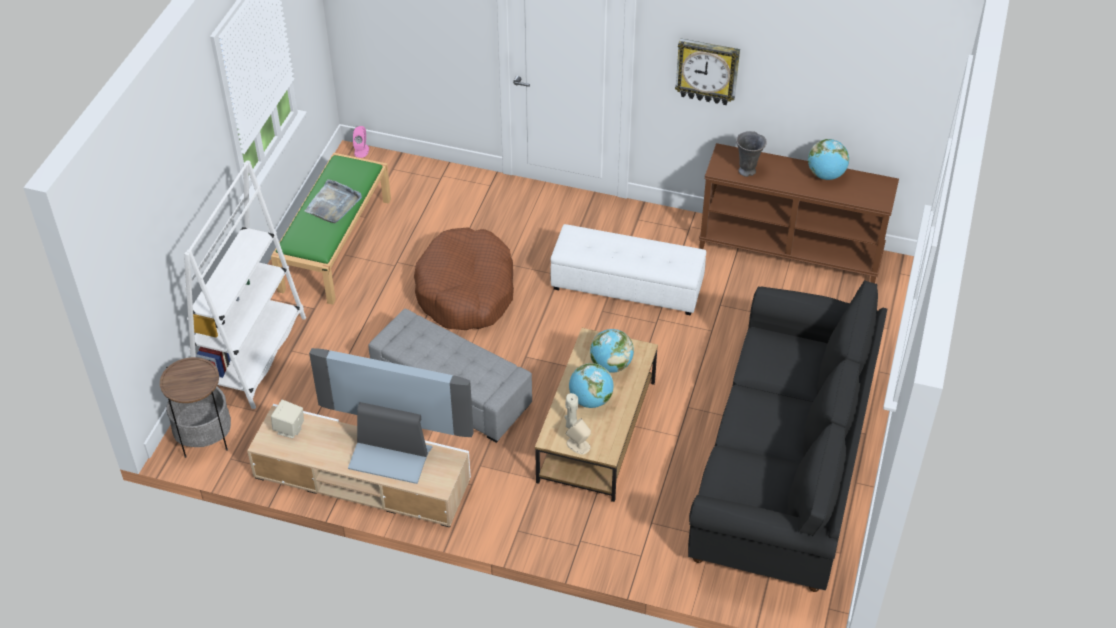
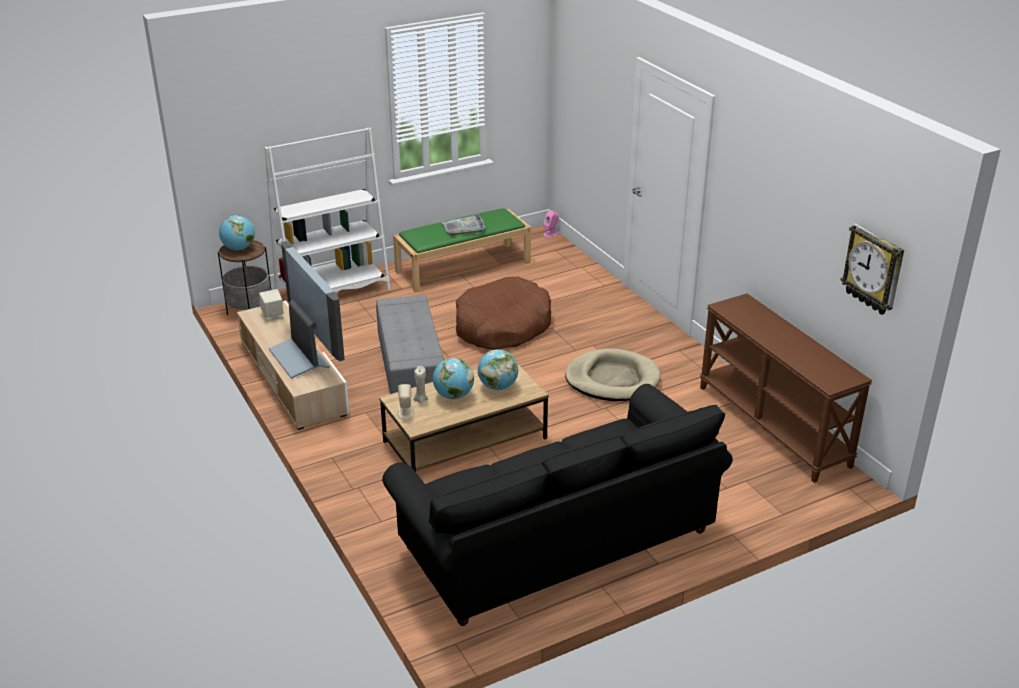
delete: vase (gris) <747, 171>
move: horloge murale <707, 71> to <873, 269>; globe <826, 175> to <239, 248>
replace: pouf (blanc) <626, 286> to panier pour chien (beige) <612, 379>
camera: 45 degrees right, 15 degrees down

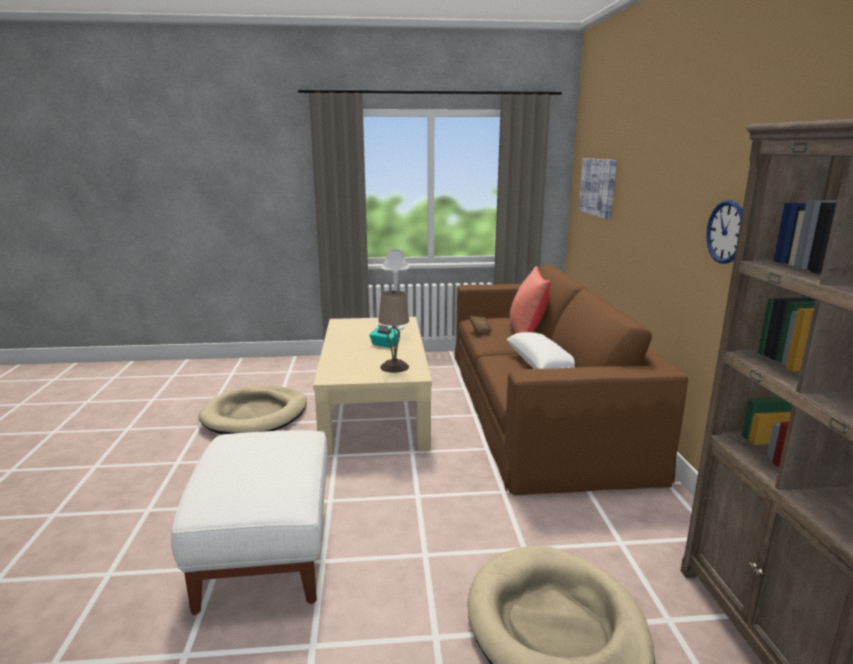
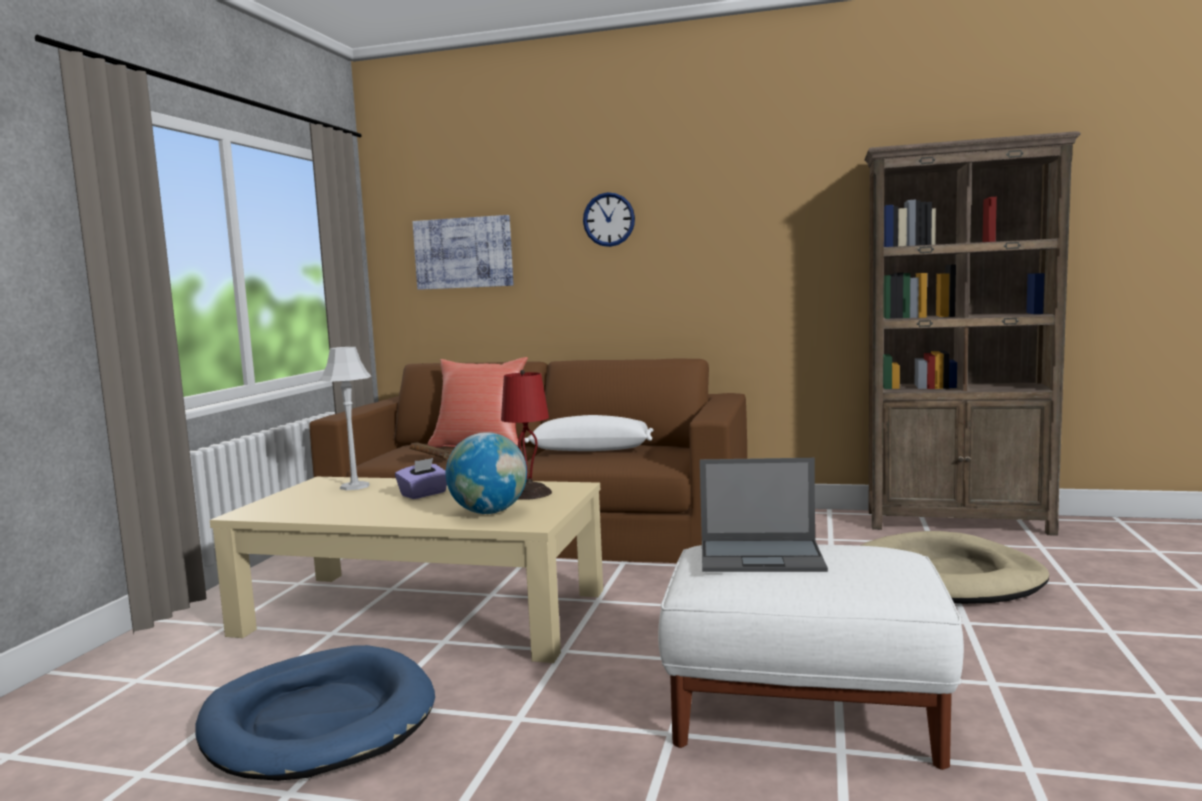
insert: globe <489, 512>; ordinateur portable <762, 556>
move: horloge murale <726, 232> to <609, 219>
recolor: panier pour chien (beige) <255, 415> to panier pour chien (bleu) <319, 720>; boîte à mouchoirs (turquoise) <384, 344> to boîte à mouchoirs (violet) <424, 494>; lampe de table (beige) <393, 367> to lampe de table (rouge) <528, 493>
camera: 70 degrees left, 10 degrees down

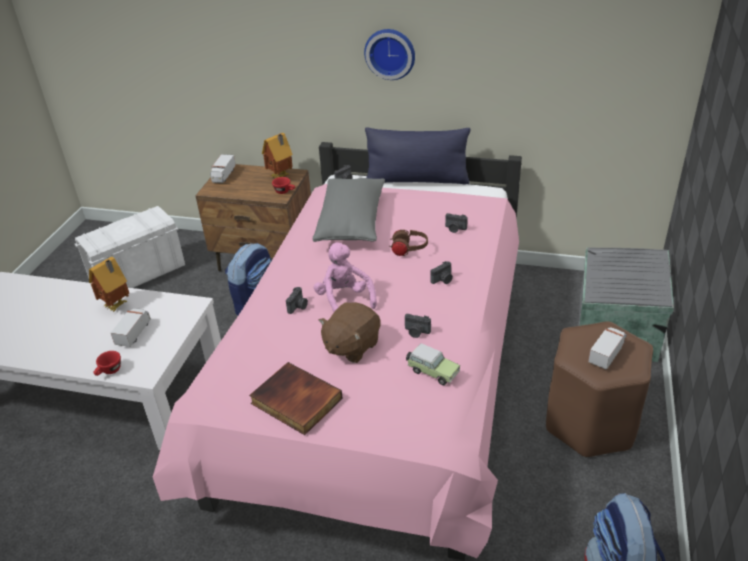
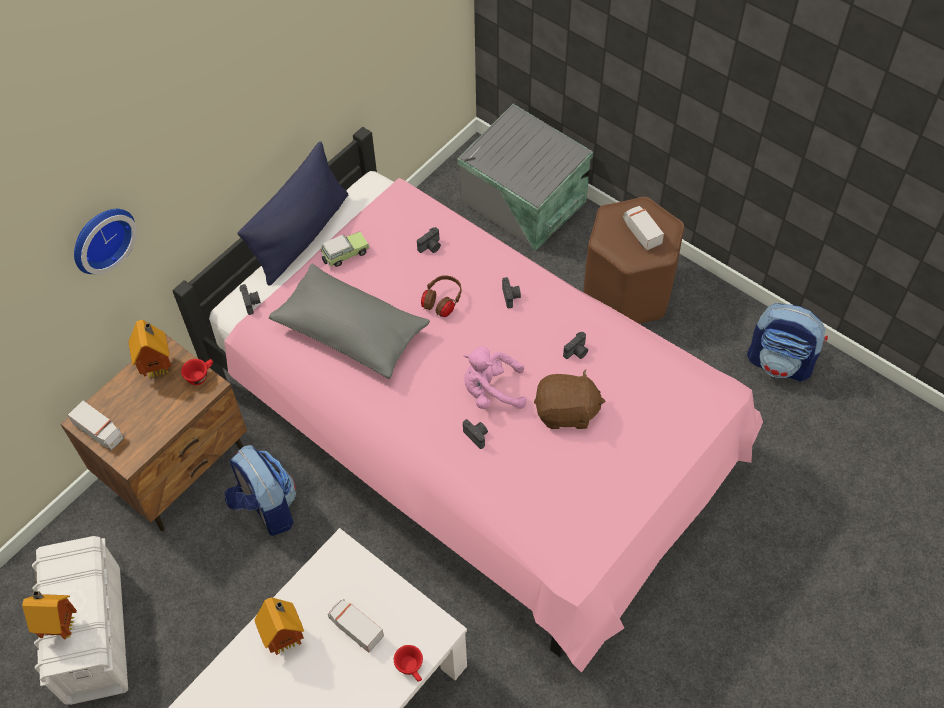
delete: livre <295, 401>
insert: maison miniature <62, 626>
move: horloge murale <390, 53> to <100, 238>; petite voiture <432, 371> to <344, 255>
rotate: peluche (marron) <351, 346> = <566, 412> 60 degrees counterclockwise
camera: 65 degrees left, 20 degrees up

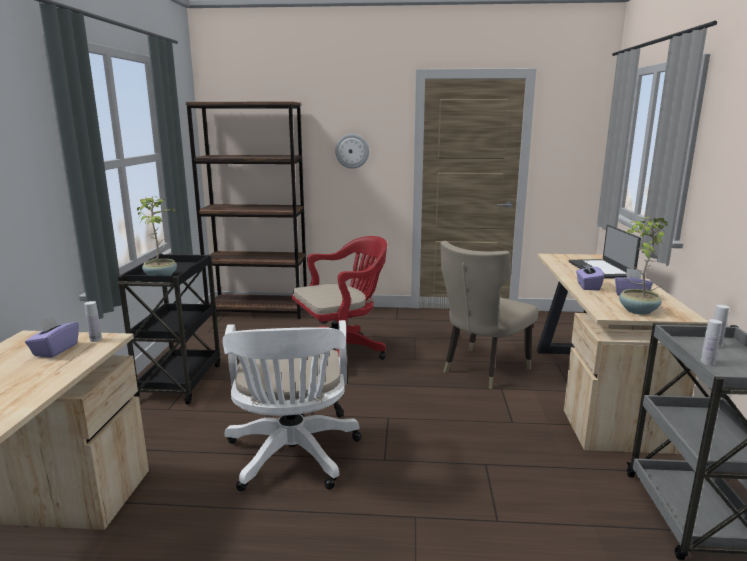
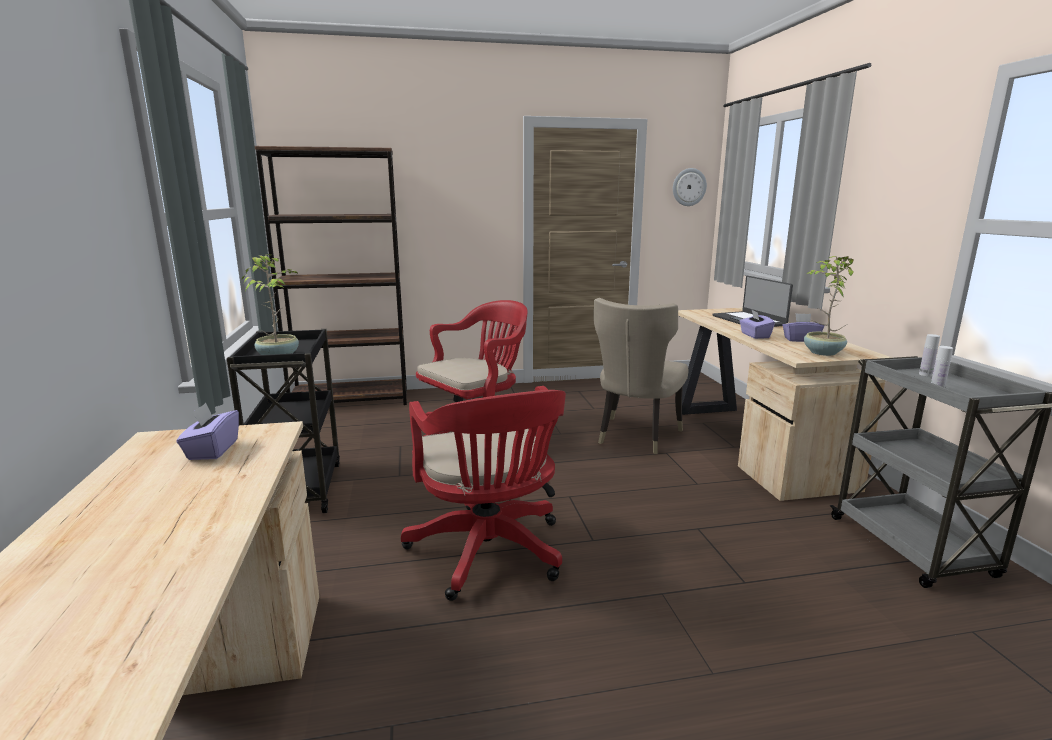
delete: bouteille (blanc) <96, 339>
move: horloge murale <352, 151> to <689, 187>
recolor: chaise de bureau (blanc) <292, 458> to chaise de bureau (rouge) <490, 554>
camera: 15 degrees left, 0 degrees up

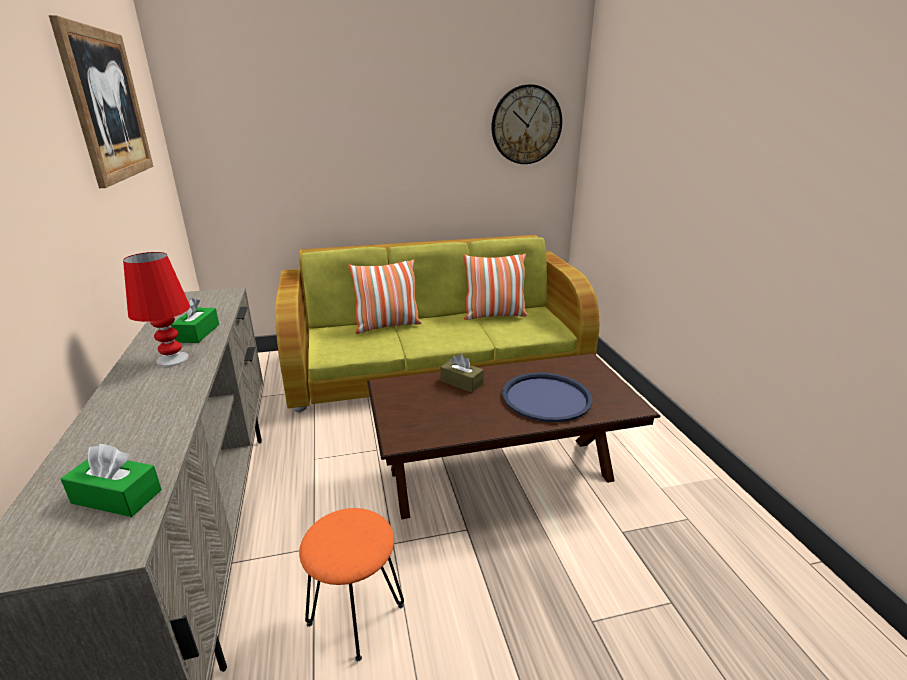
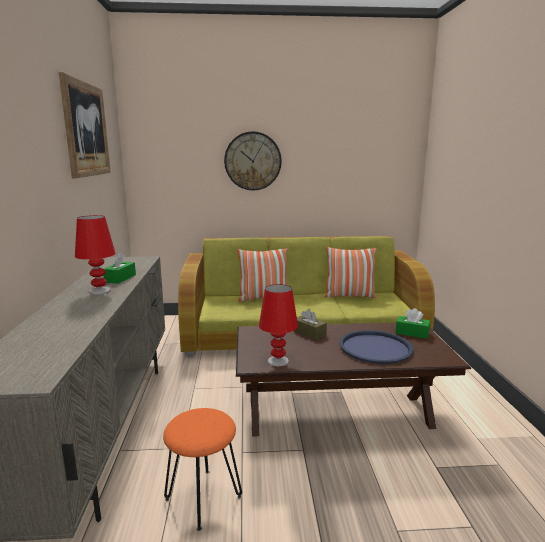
insert: lampe de table (rouge) <277, 361>
move: boîte à mouchoirs (vert) <117, 496> to <412, 333>; horloge murale <526, 125> to <252, 161>
camera: 10 degrees right, 10 degrees down

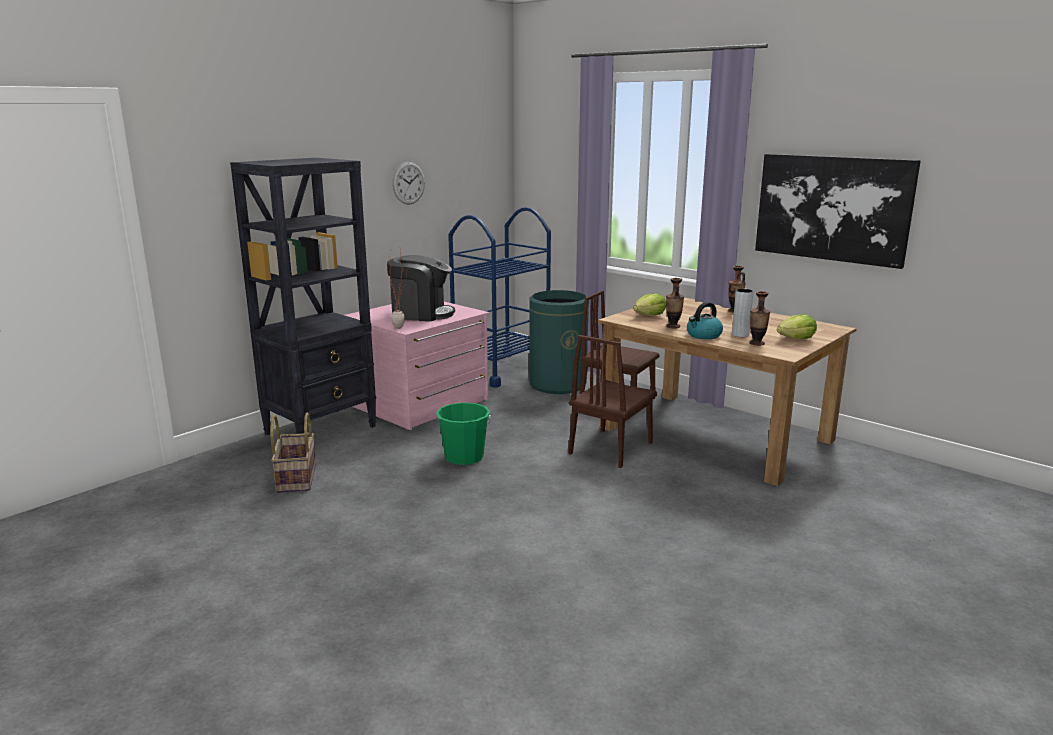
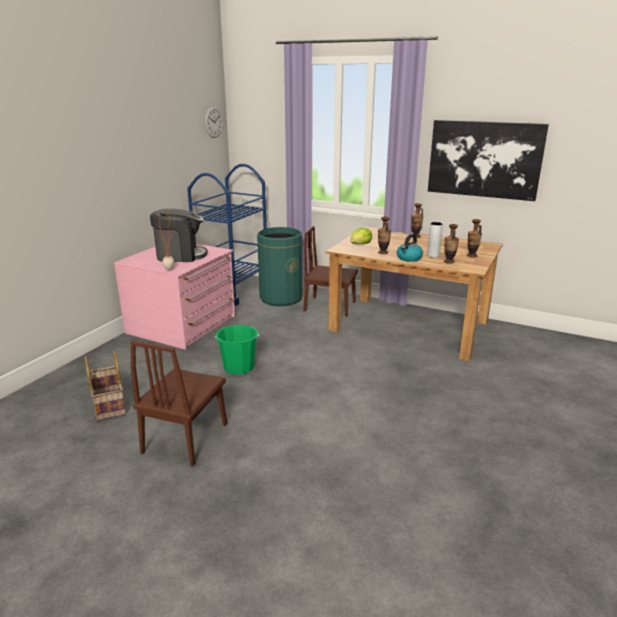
delete: bibliothèque (noir) <322, 430>
move: horloge murale <408, 183> to <213, 122>; chaise (marron) <611, 448> to <185, 438>
replace: laitue <796, 339> to vase <471, 256>
camera: 15 degrees left, 5 degrees up

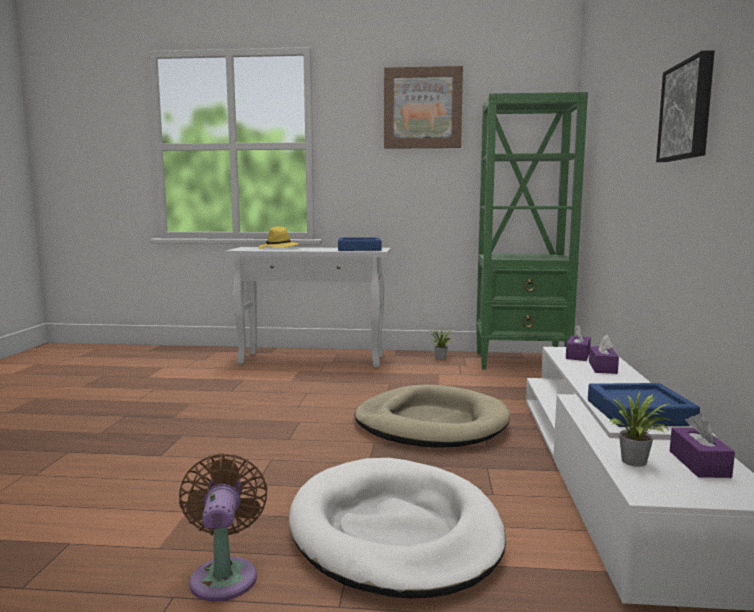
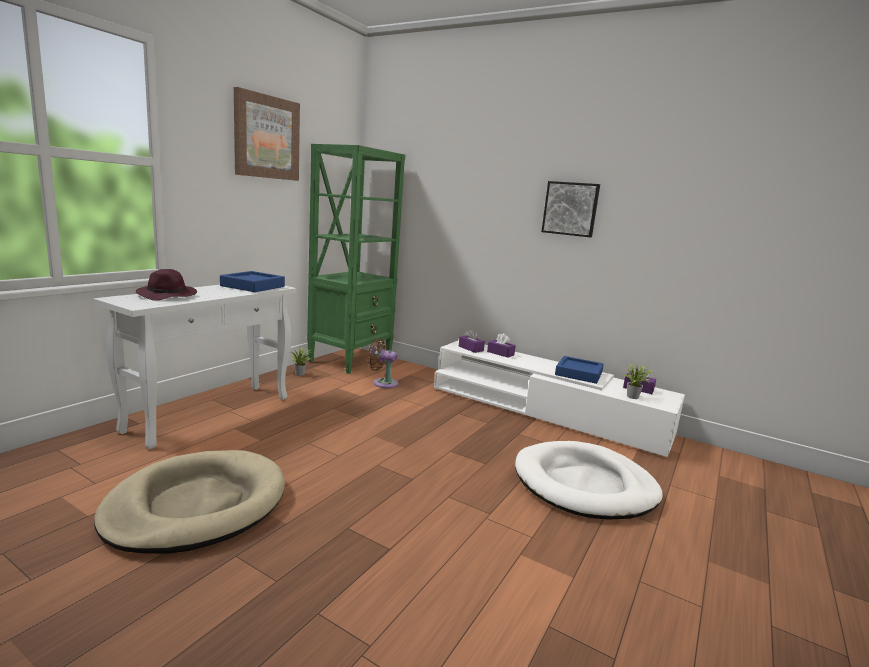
move: ventilateur (marron) <224, 575> to <383, 383>; panier pour chien (beige) <431, 423> to <196, 505>
recolor: chapeau (jaune) <279, 248> to chapeau (violet) <168, 295>
camera: 65 degrees left, 5 degrees up

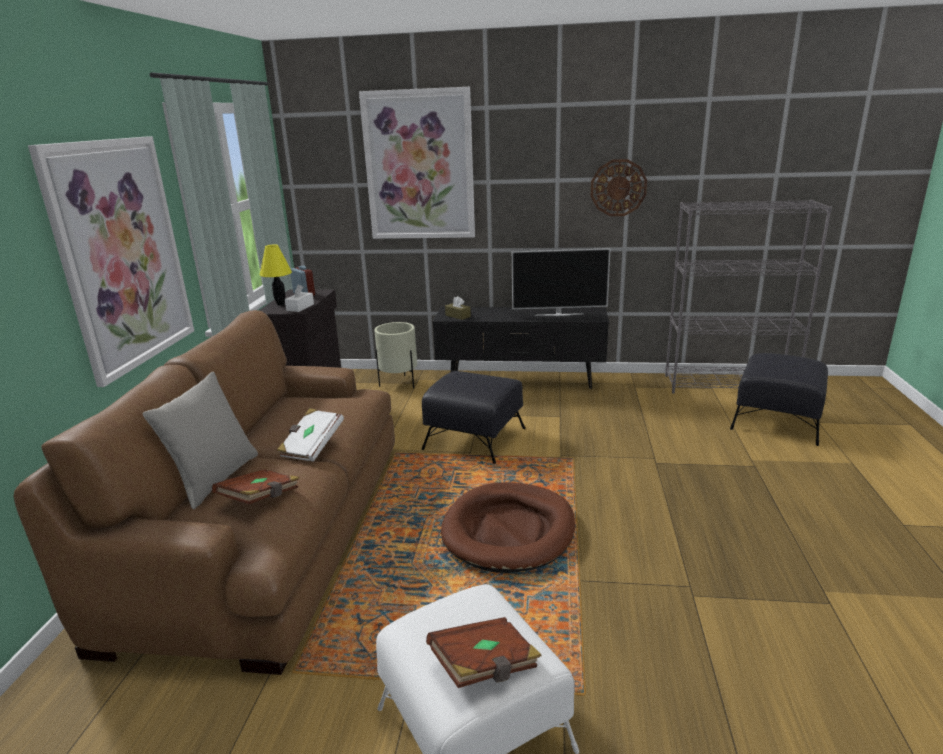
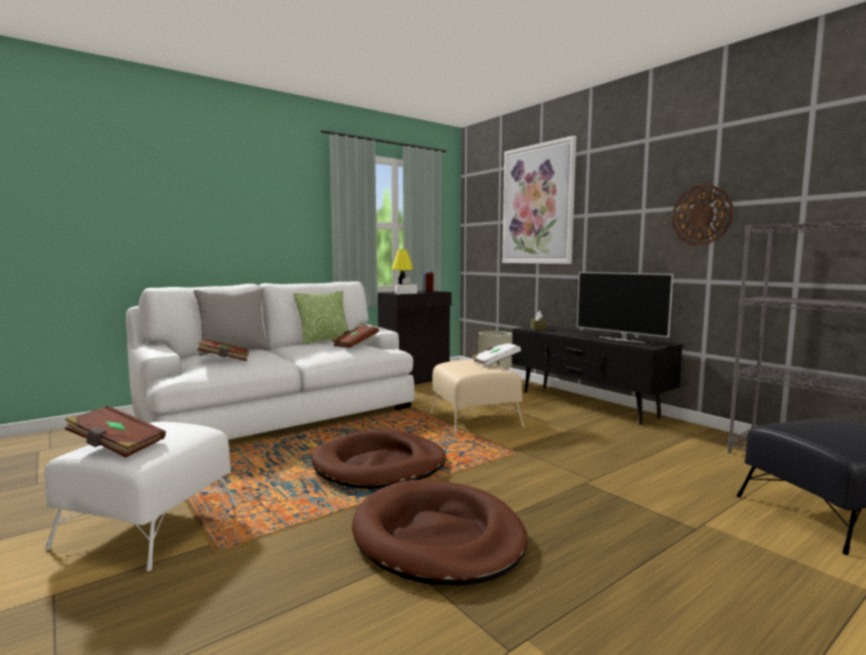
delete: tableau <122, 255>
insert: coussin <324, 341>; livre (marron) <355, 345>; panier pour chien (marron) <438, 537>
move: livre (blanc) <312, 446> to <495, 363>
recolor: canapé (marron) <270, 531> to canapé (blanc) <281, 414>; pouf (noir) <474, 438> to pouf (beige) <475, 419>
camera: 45 degrees right, 15 degrees down

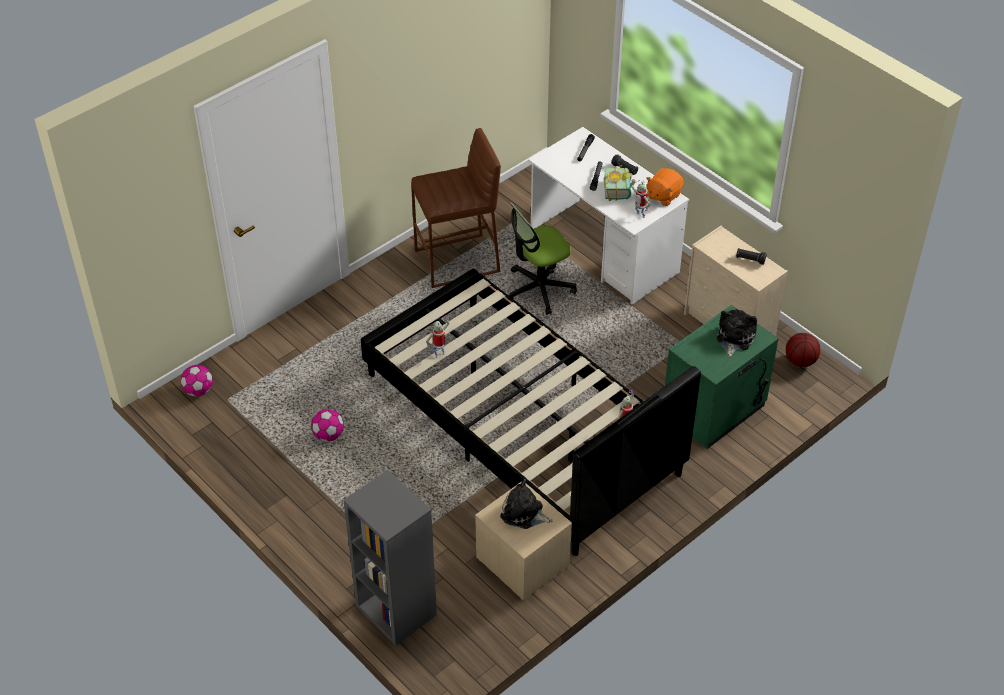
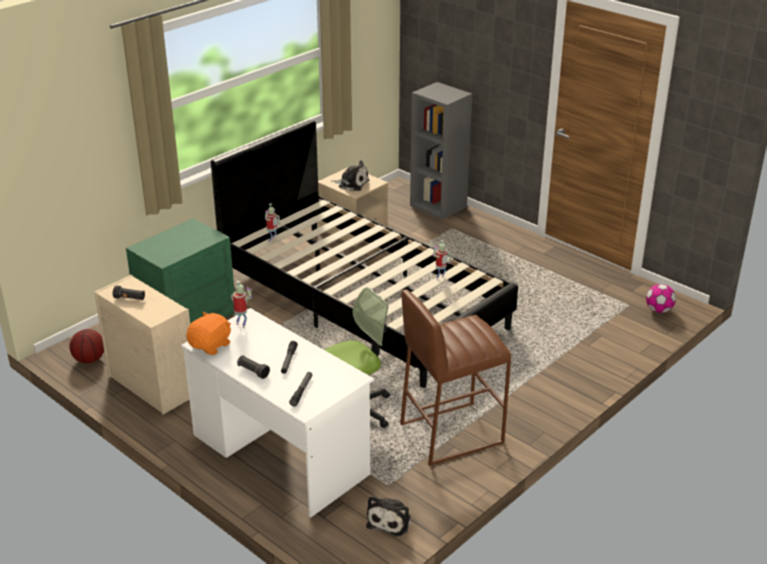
delete: ballon de foot <328, 435>; livre <621, 190>
move: peluche <734, 338> to <390, 520>
camera: 175 degrees right, 15 degrees down

